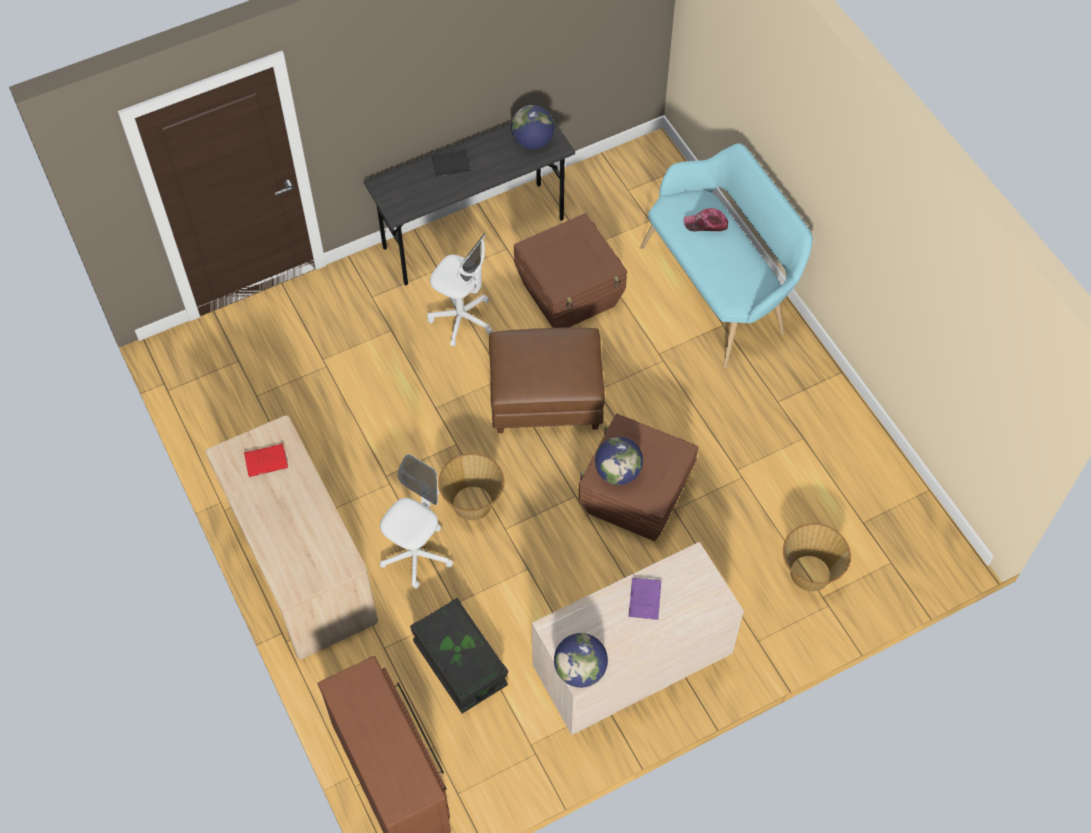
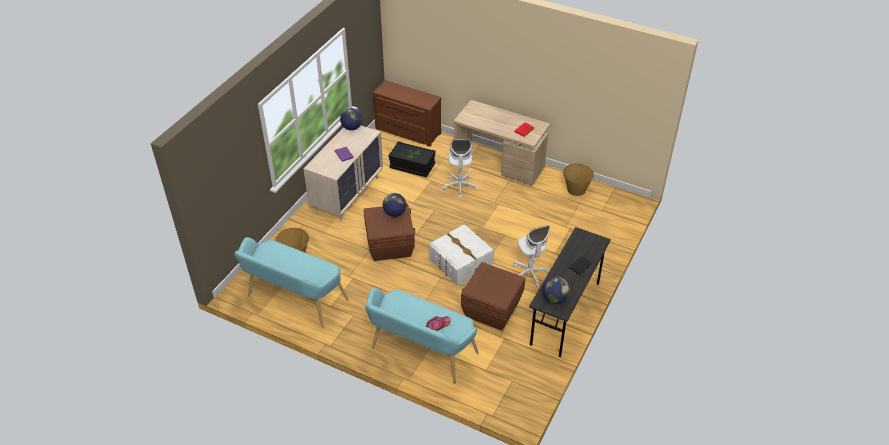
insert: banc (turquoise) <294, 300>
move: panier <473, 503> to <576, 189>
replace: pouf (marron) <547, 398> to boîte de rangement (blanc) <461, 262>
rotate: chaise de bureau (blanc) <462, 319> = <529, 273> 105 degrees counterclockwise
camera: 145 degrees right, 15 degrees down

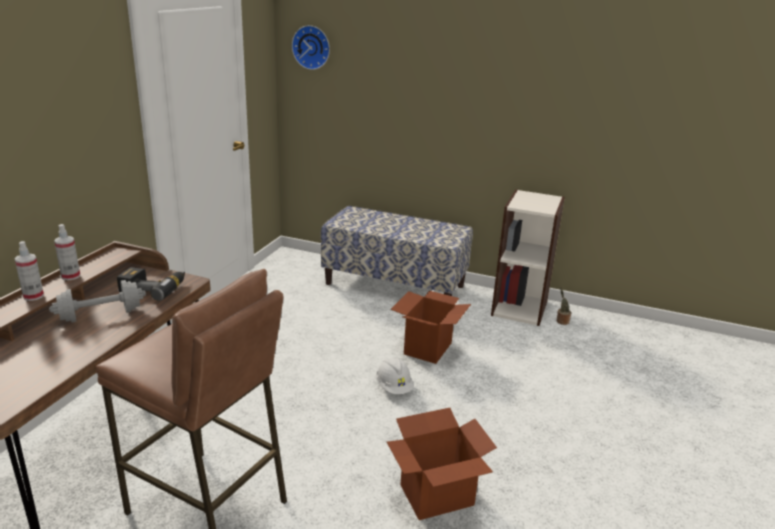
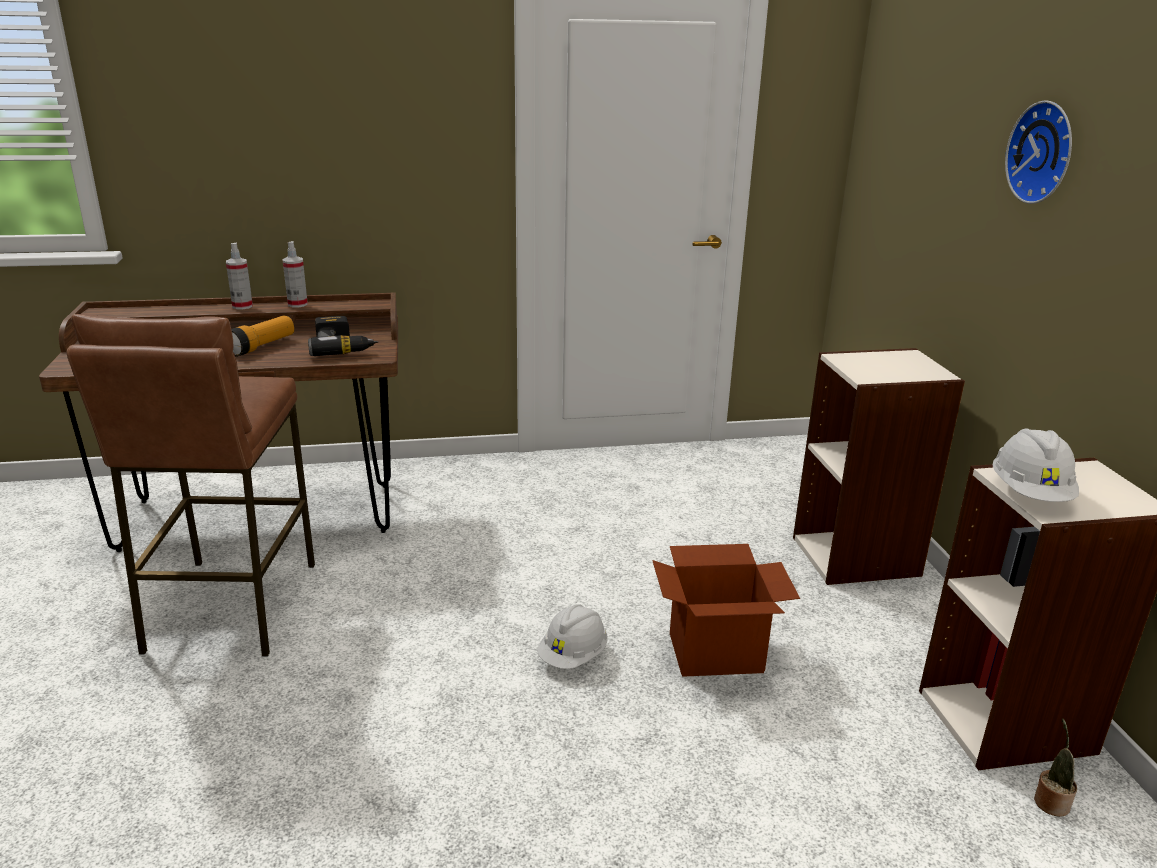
delete: carton <436, 495>
insert: casque de chantier (blanc) <1030, 493>
move: horloge murale <312, 47> to <1044, 153>
replace: haltère (gris) <101, 315> to lampe de poche <262, 346>; banc <395, 285> to bibliothèque <857, 556>
camera: 60 degrees right, 0 degrees up

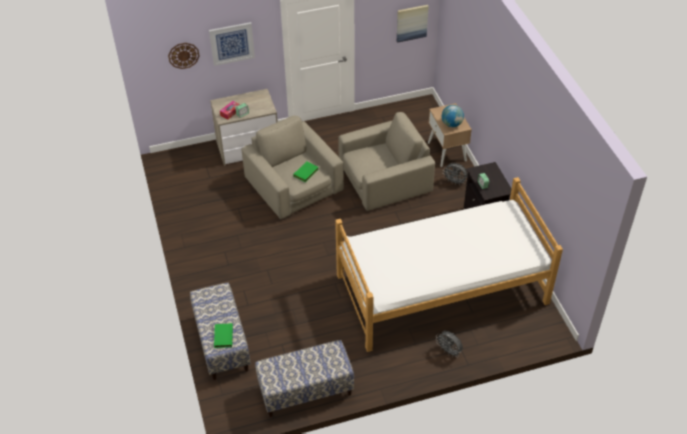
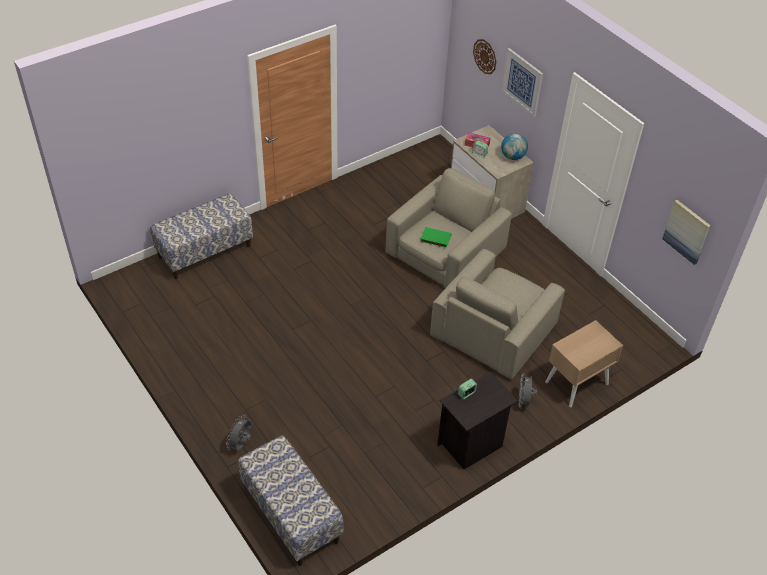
delete: livre (vert) <222, 336>; lit <442, 289>
move: banc <305, 391> to <290, 514>; globe <452, 124> to <512, 157>
rotate: fauteuil (beige) <384, 179> = <493, 329> 75 degrees clockwise
camera: 70 degrees right, 0 degrees up

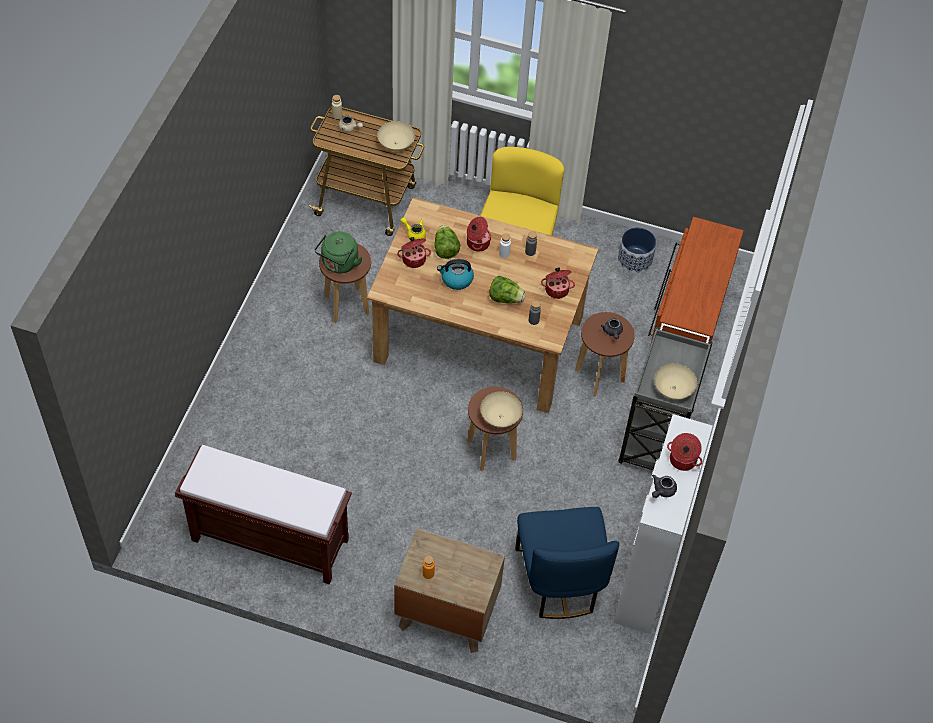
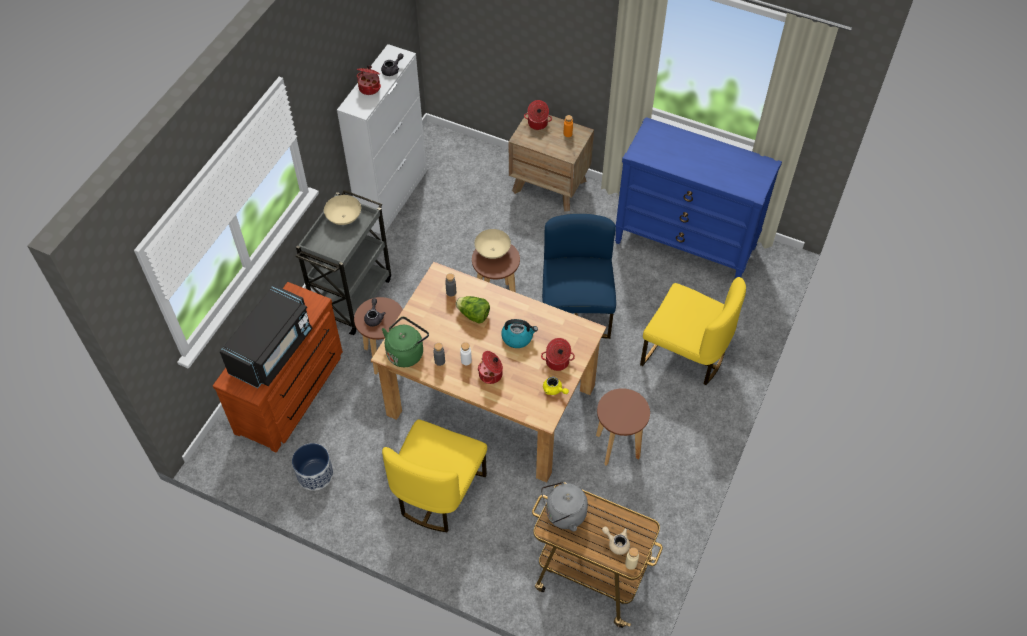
delete: laitue <445, 249>
insert: micro-ondes (noir) <272, 350>; chaise (jaune) <685, 355>
move: bouilloire (vert) <339, 264> to <406, 352>; chaise (bleu) <559, 580> to <576, 311>; marmite <557, 289> to <537, 124>
replace: banc (marron) <268, 540> to commode (bleu) <685, 245>; bol (beige) <396, 145> to bouilloire (gris) <563, 515>
camera: 170 degrees left, 0 degrees up

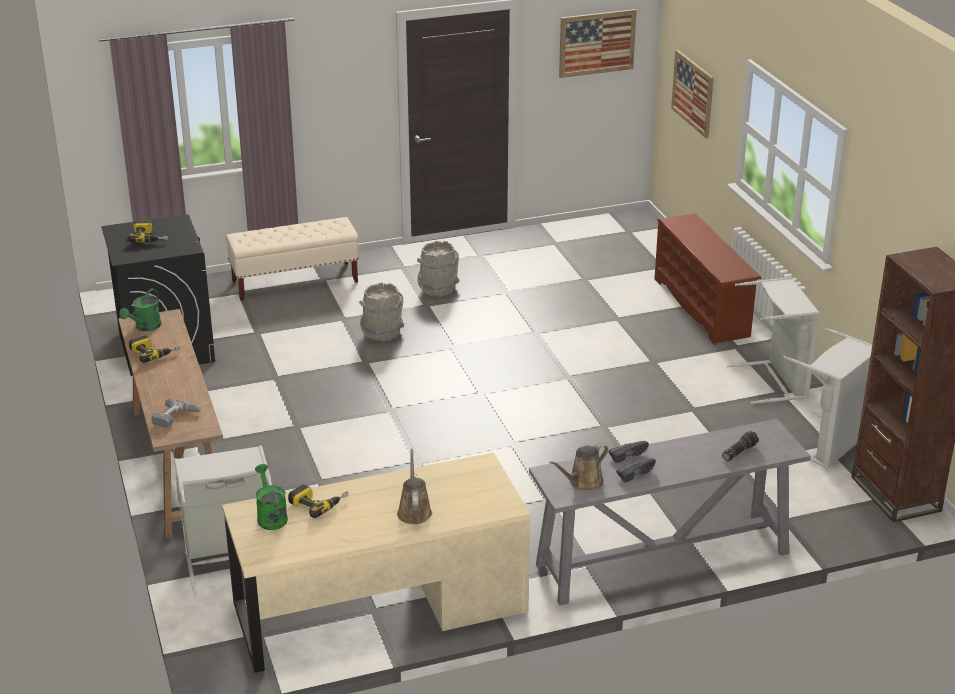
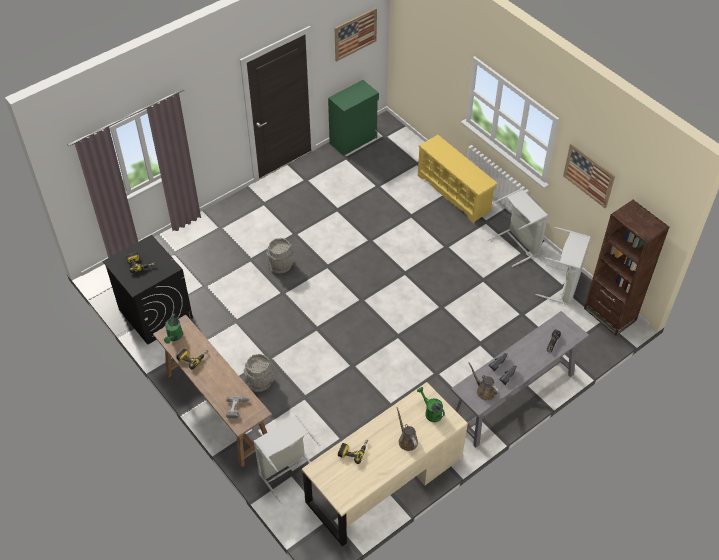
delete: banc (beige) <295, 282>
insert: meuble de rangement (vert) <354, 140>
move: arrosoir (vert) <270, 516> to <431, 412>; seau (gris) <438, 289> to <260, 381>; tableau <693, 93> to <589, 175>
recolor: étagère à chaussures (marron) <703, 308> to étagère à chaussures (jaune) <454, 193>
rotate: arrosoir (marron) <583, 482> = <484, 391> 105 degrees clockwise
camera: 20 degrees left, 20 degrees up

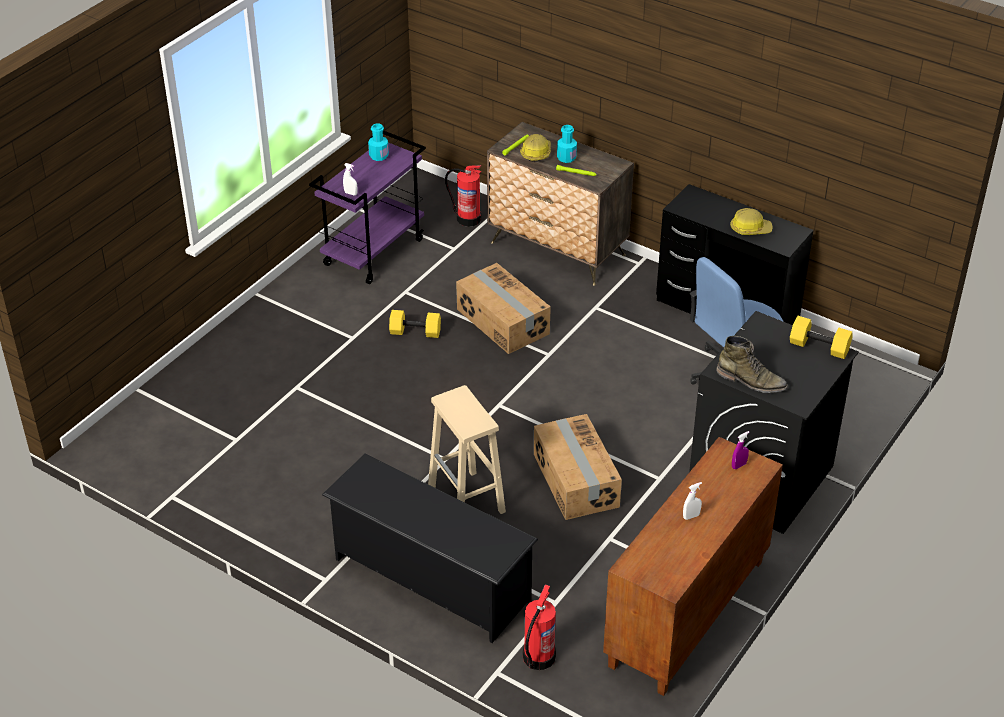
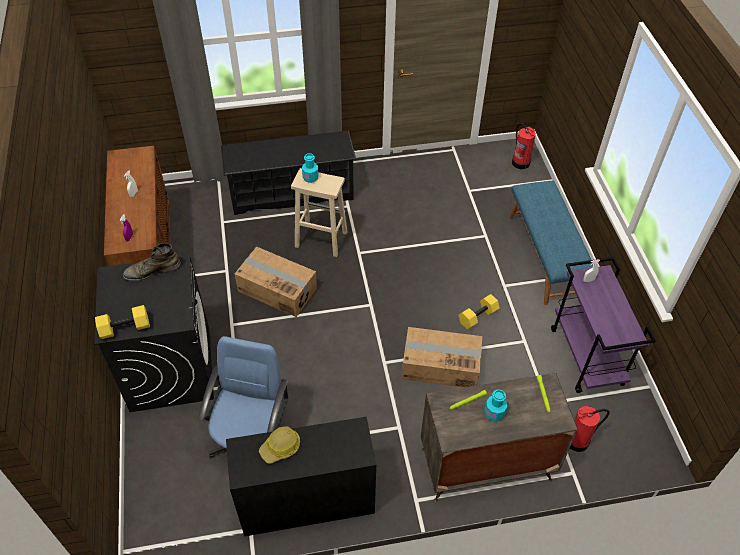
delete: casque de chantier <536, 153>
insert: banc (bleu) <545, 256>
move: bouteille (turquoise) <379, 156> to <310, 177>; extincteur <538, 658> to <520, 162>
camera: 135 degrees right, 10 degrees up

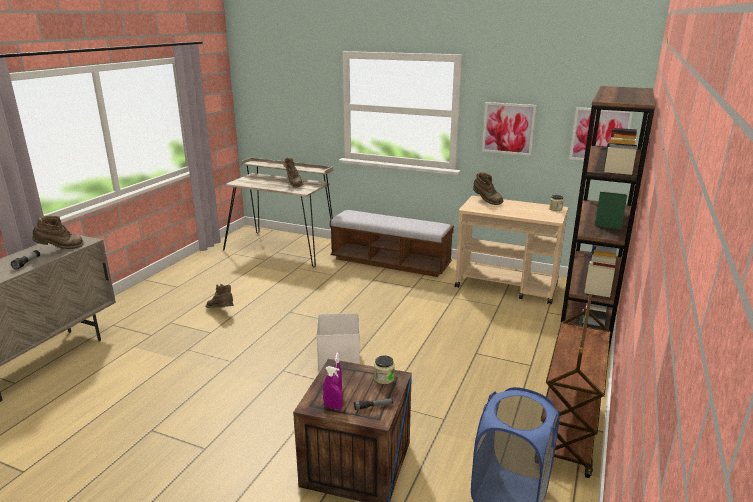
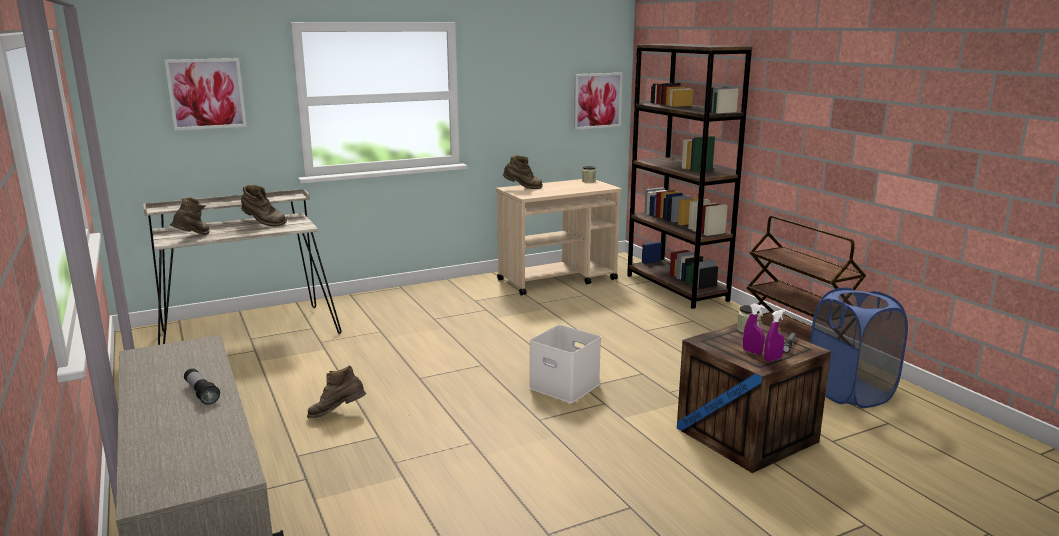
delete: banc <390, 262>
move: botte (marron) <60, 249> to <193, 238>; tableau <508, 128> to <206, 94>
camera: 50 degrees left, 5 degrees down

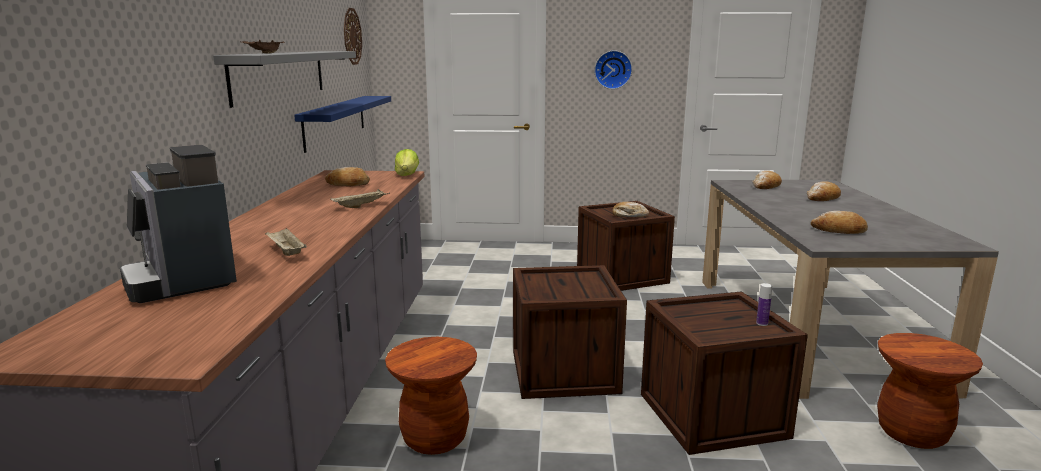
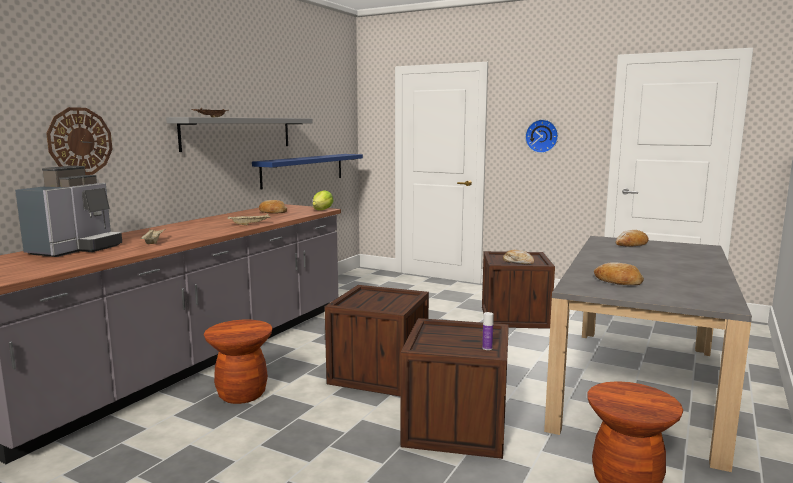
delete: pain <822, 198>
move: horloge murale <352, 36> to <80, 141>
rotate: machine à café <182, 280> = <76, 249> 150 degrees counterclockwise
camera: 25 degrees right, 5 degrees down

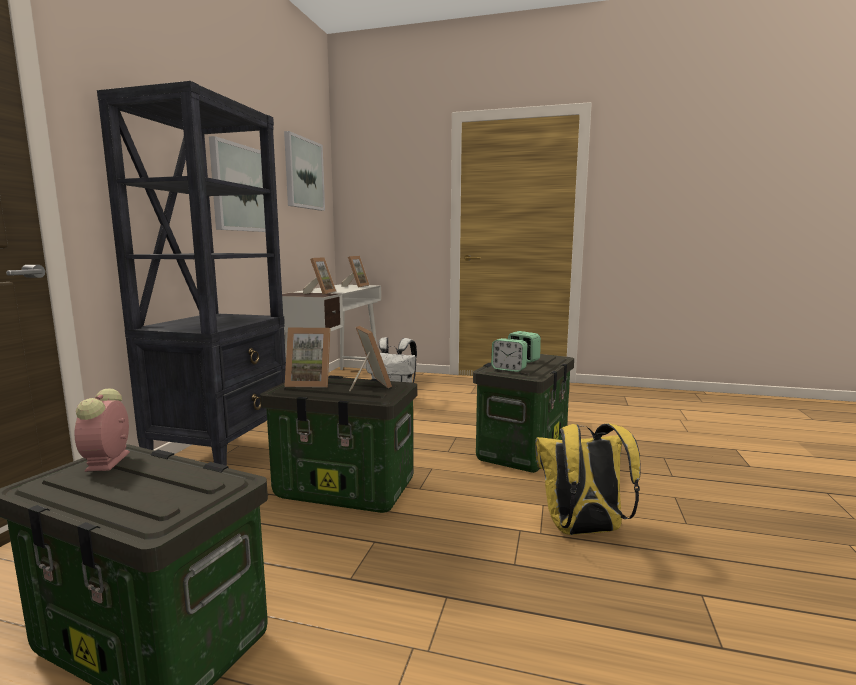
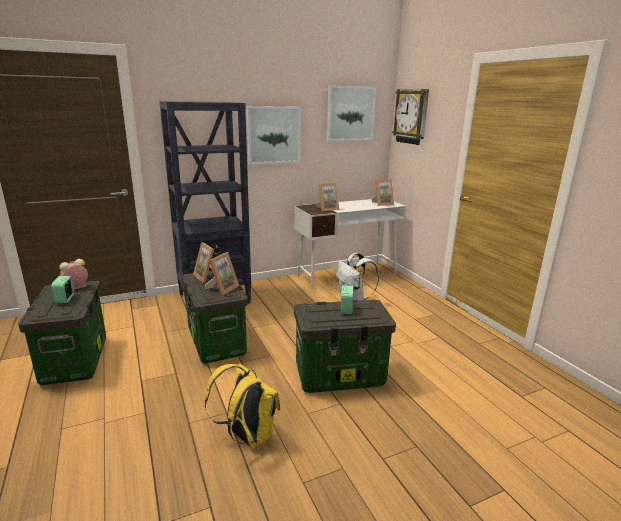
insert: horloge murale <411, 116>
move: réveil <508, 369> to <65, 299>
camera: 50 degrees right, 10 degrees up

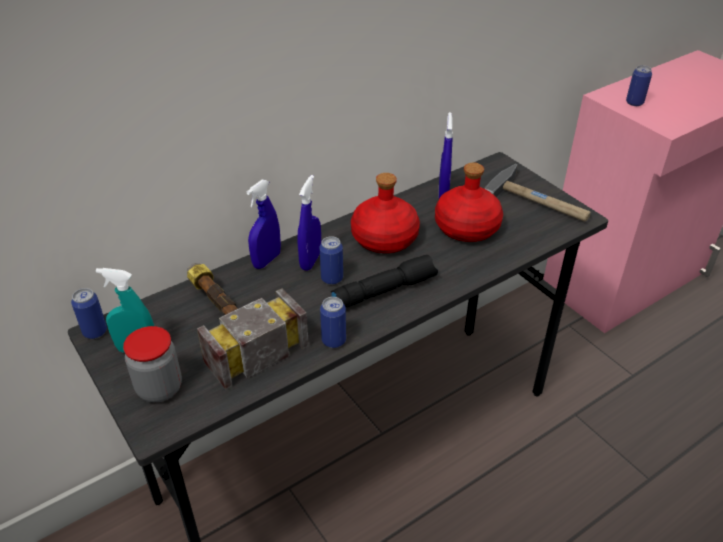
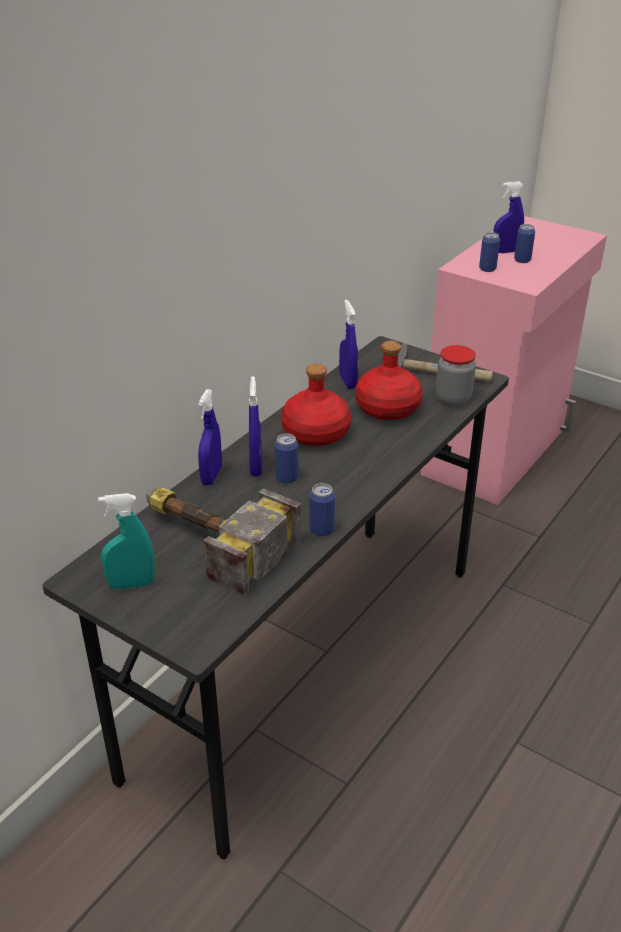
delete: lampe de poche (noir) <384, 290>
insert: vaporisateur (bleu) <505, 251>
move: boîte métallique <95, 332> to <522, 260>; bocal <159, 388> to <453, 399>
camera: 20 degrees left, 5 degrees down

